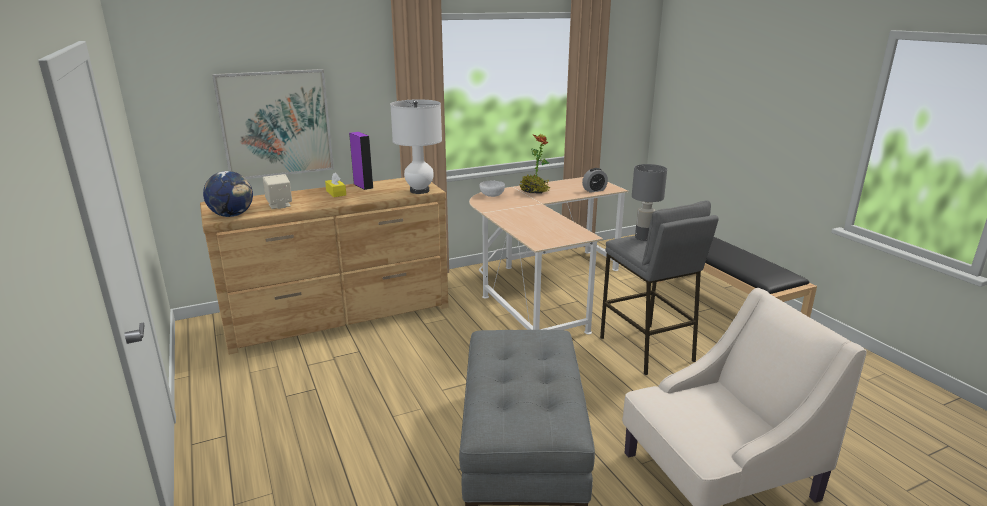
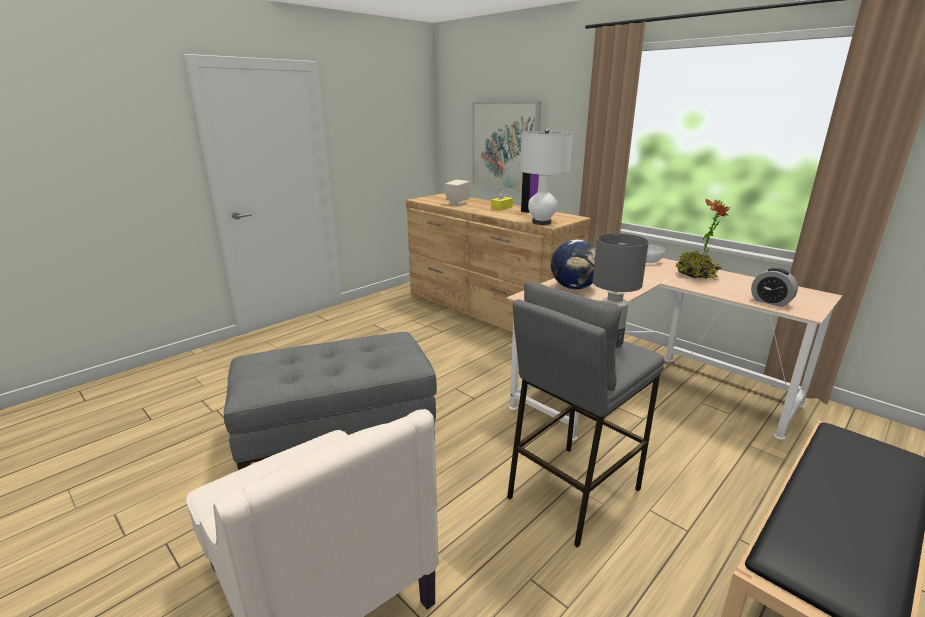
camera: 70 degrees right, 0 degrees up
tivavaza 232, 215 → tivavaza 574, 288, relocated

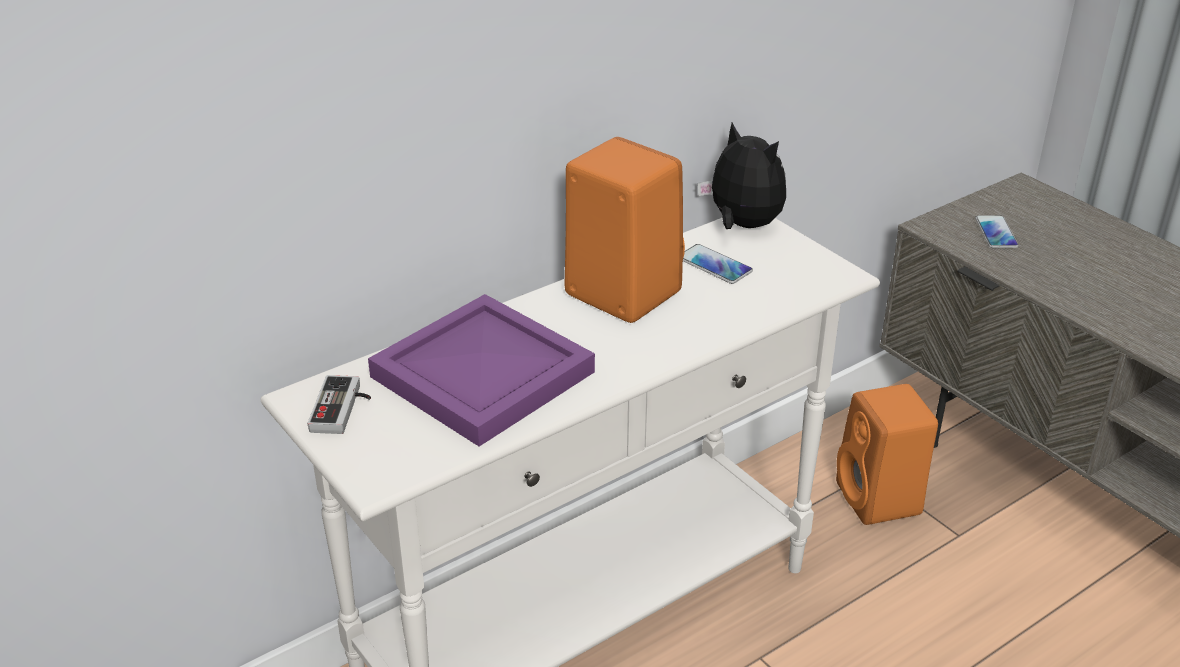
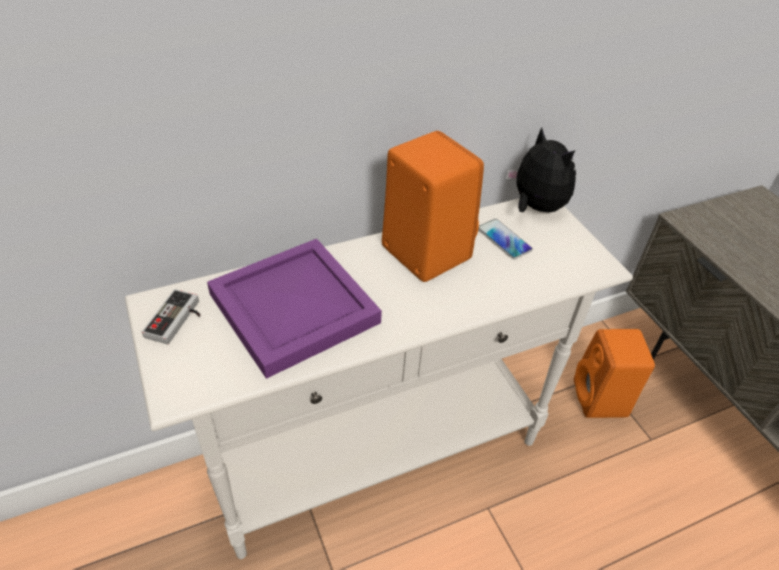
camera: 10 degrees right, 10 degrees up
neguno 996, 233 → -

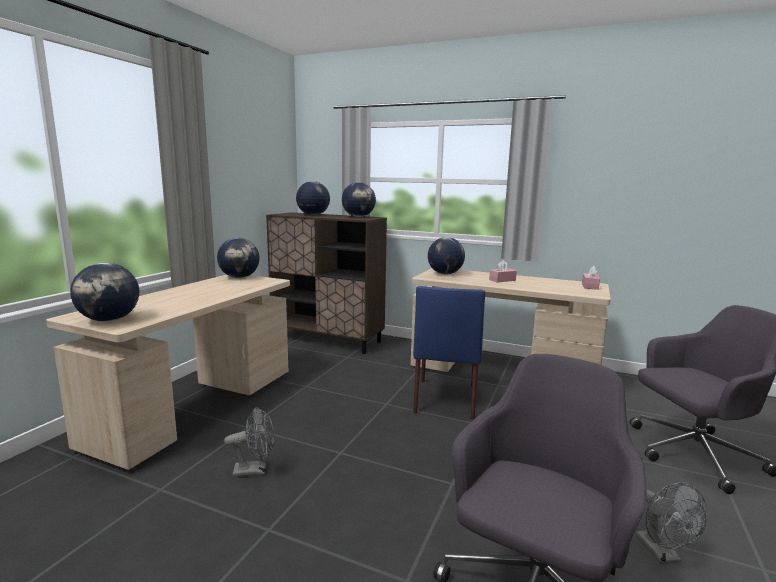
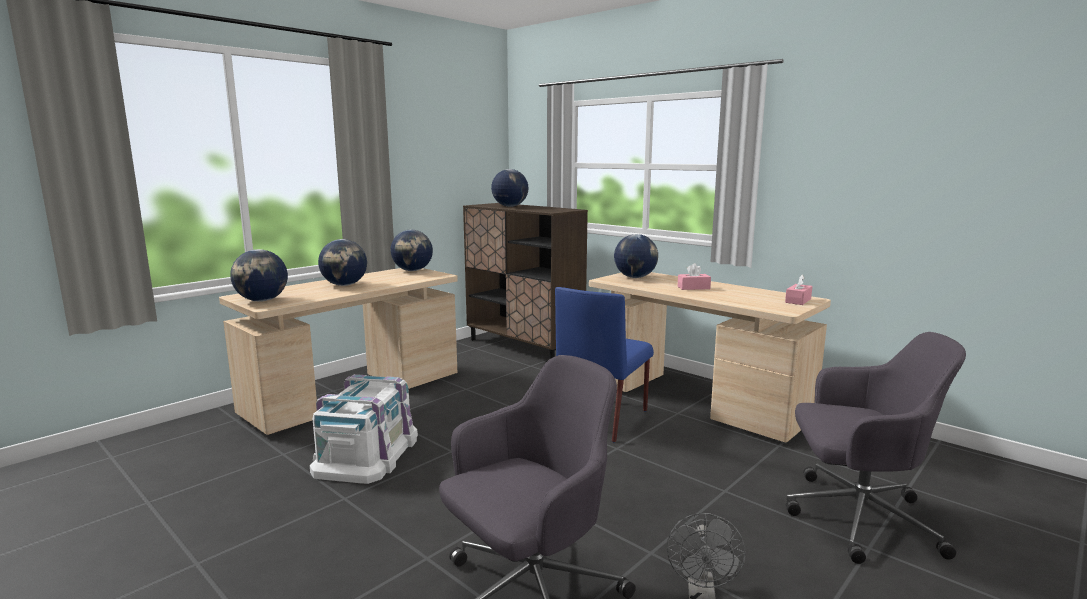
camera: 20 degrees right, 0 degrees up
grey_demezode 255, 470 → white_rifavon 366, 453
tivavaza 358, 217 → tivavaza 345, 285, relocated

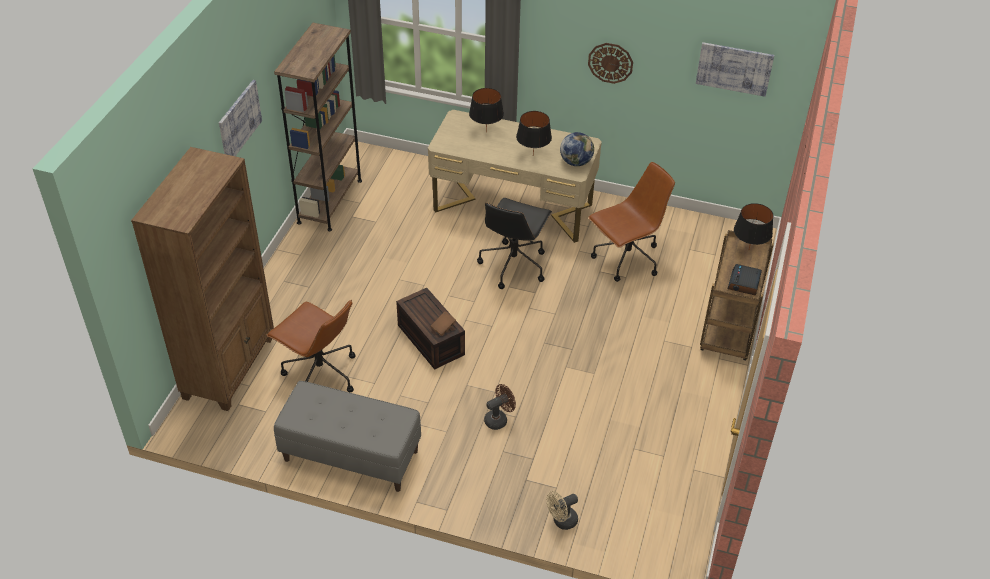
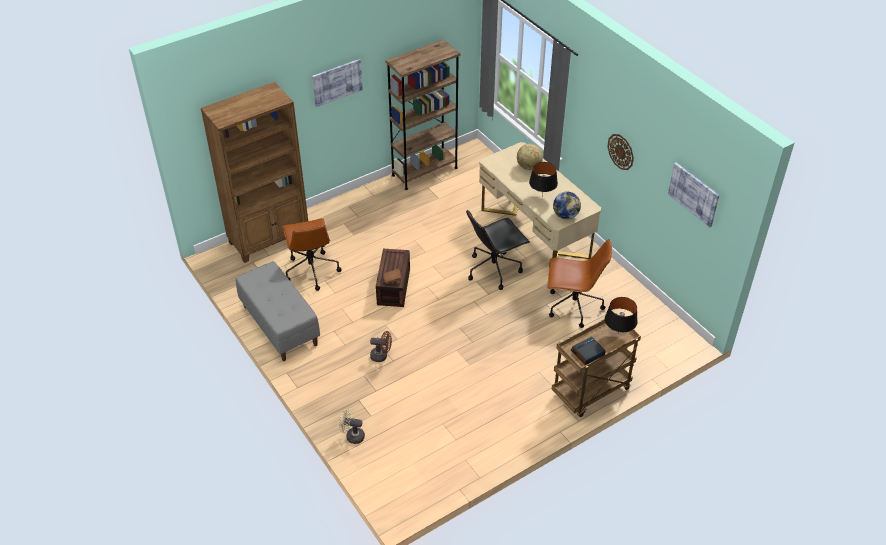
camera: 40 degrees right, 0 degrees up
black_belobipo 486, 132 → tivavaza 529, 167

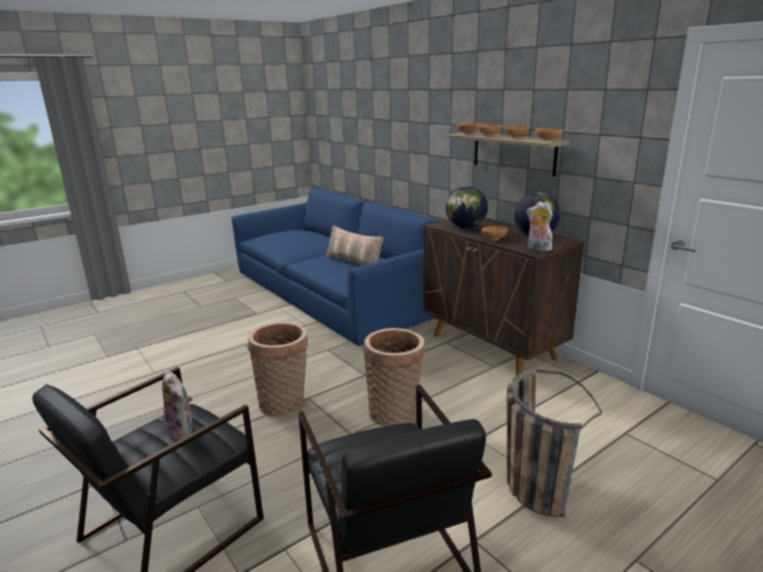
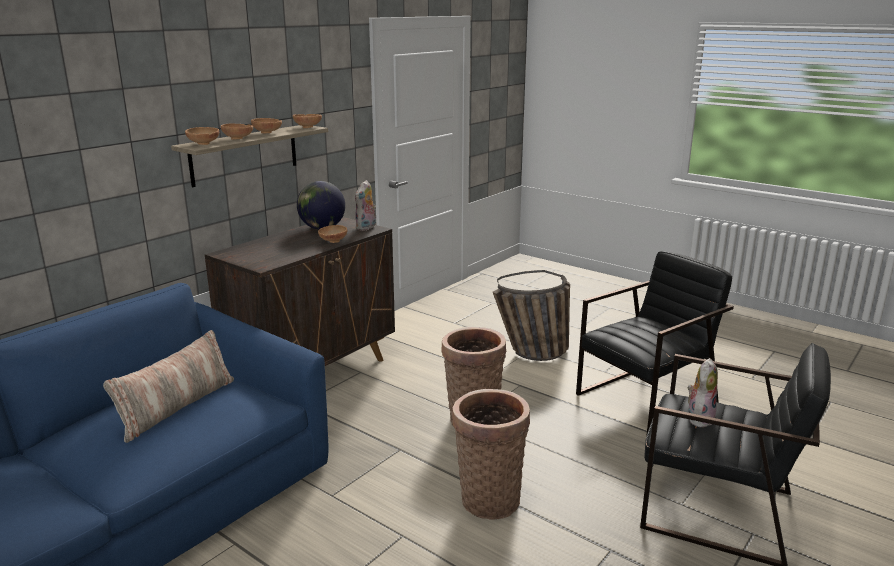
camera: 105 degrees left, 0 degrees up
tivavaza 465, 227 → -

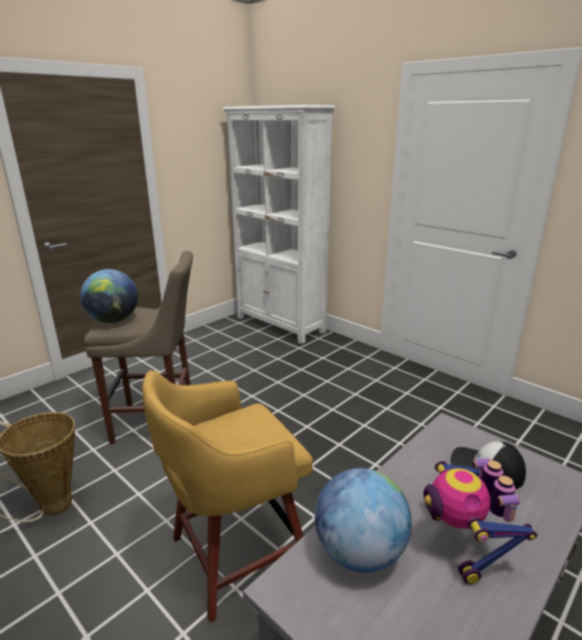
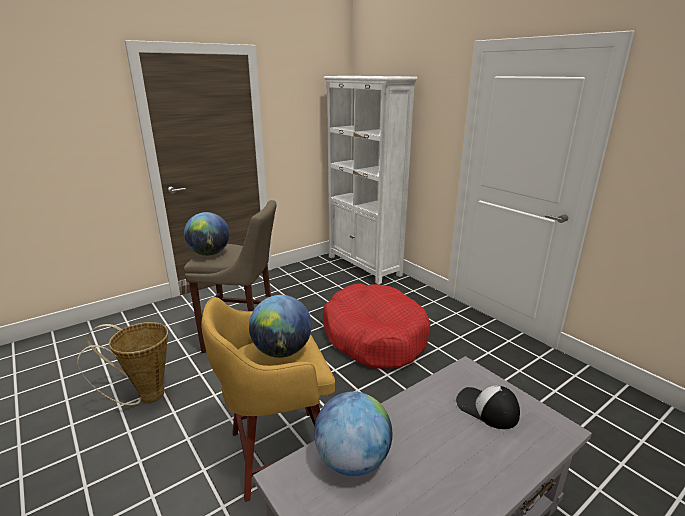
camera: 10 degrees right, 0 degrees up
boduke 463, 544 → -
- → tivavaza 282, 351
- → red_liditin 374, 336

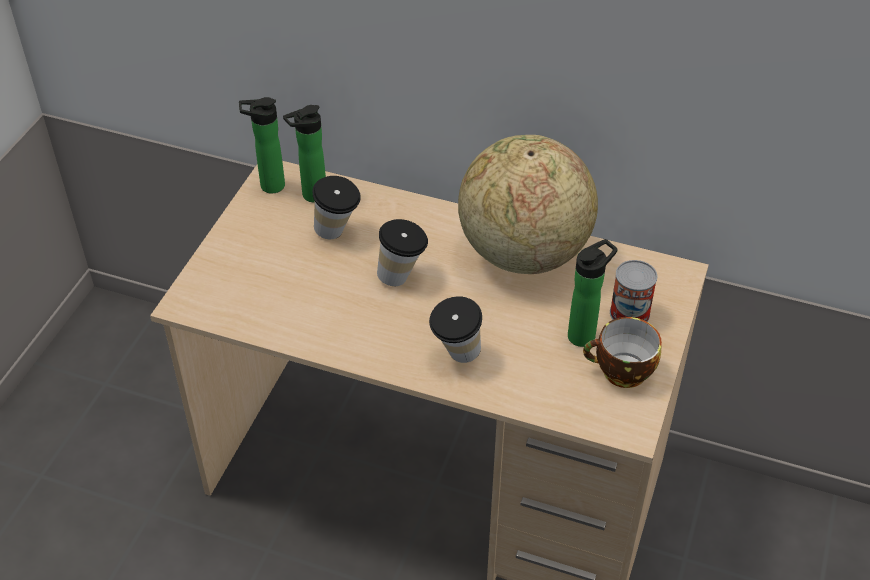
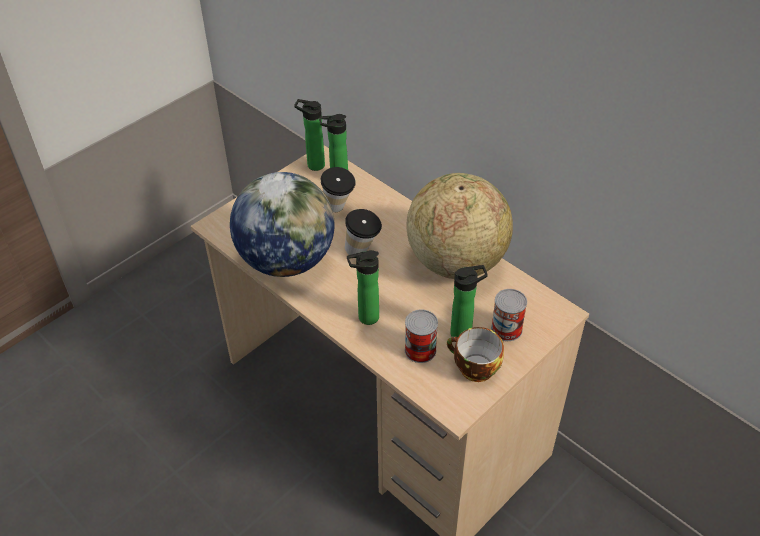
camera: 25 degrees right, 0 degrees up
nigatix 456, 357 → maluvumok 365, 318
- → tivavaza 287, 260
- → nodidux 420, 350

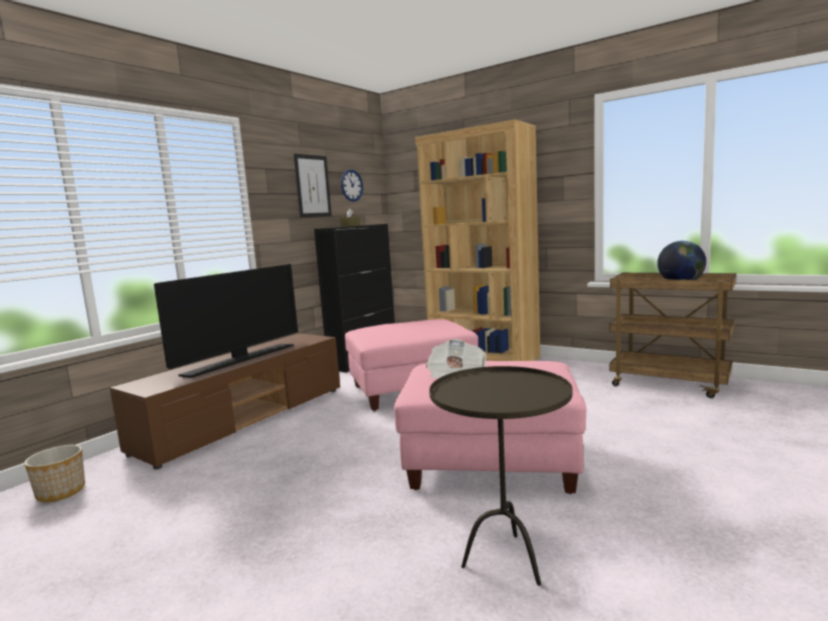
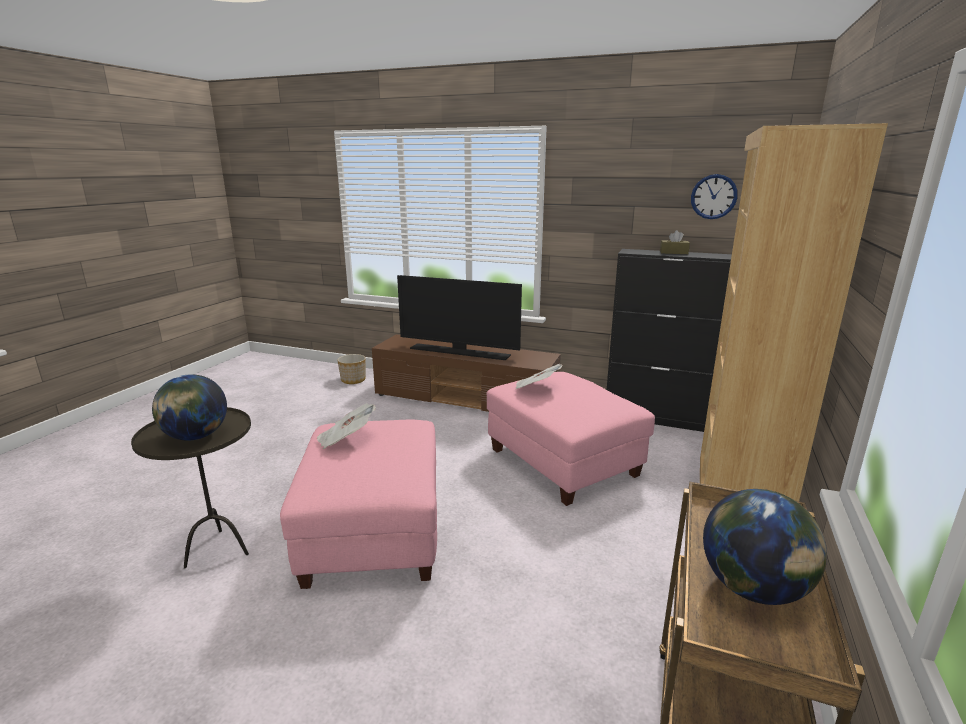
camera: 75 degrees right, 10 degrees up
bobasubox 313, 186 → -
- → tivavaza 196, 436
- → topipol 536, 388

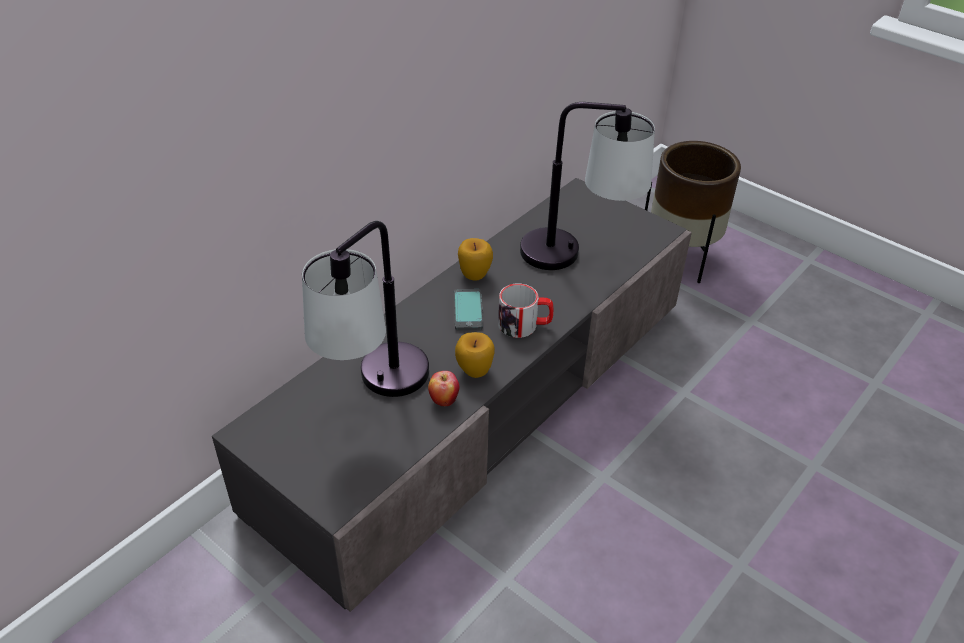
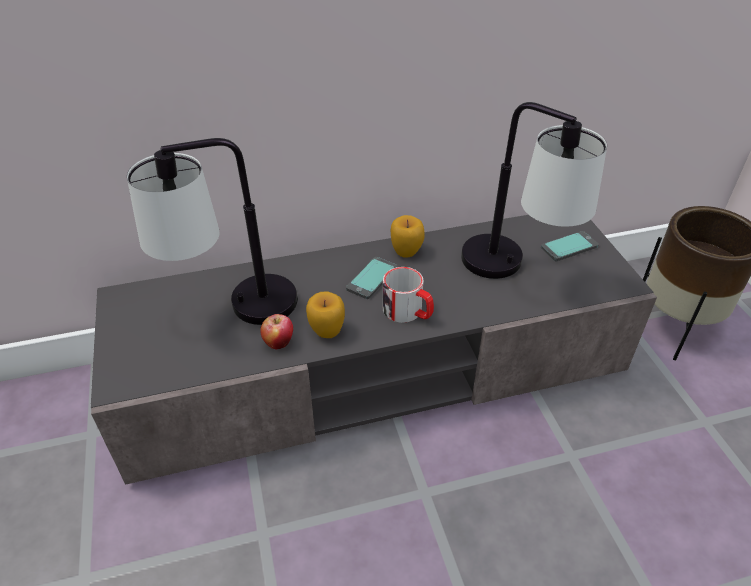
camera: 35 degrees right, 0 degrees up
- → neguno 569, 247

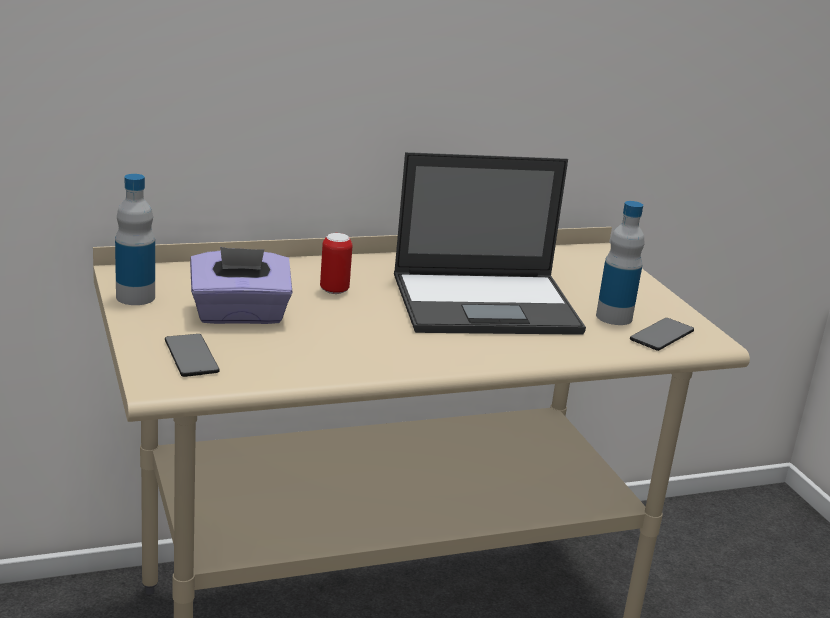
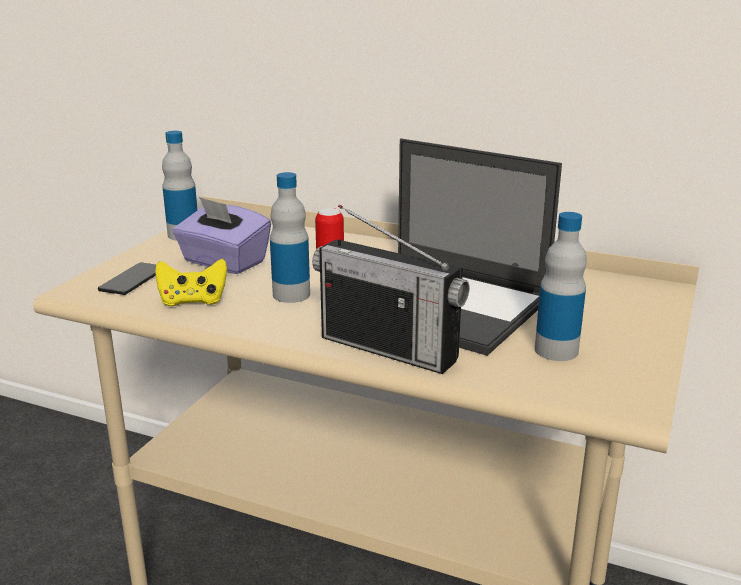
camera: 45 degrees right, 0 degrees up
neguno 662, 336 → -
- → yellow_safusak 193, 301
- → maluvumok 291, 295
- → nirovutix 389, 348

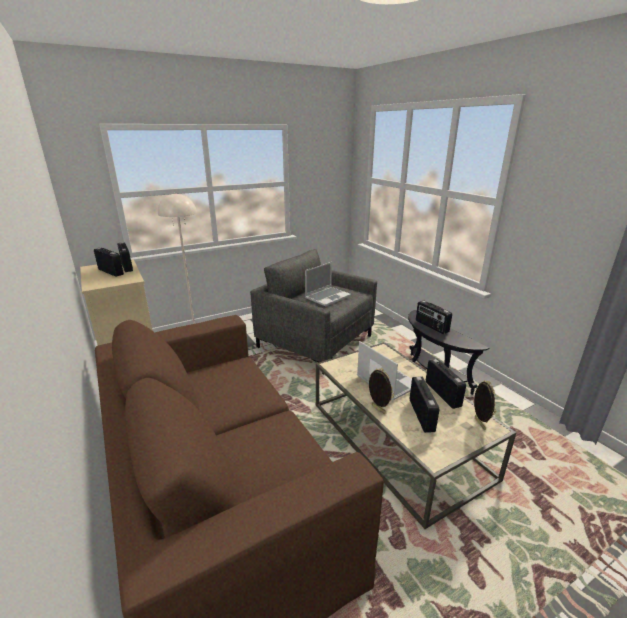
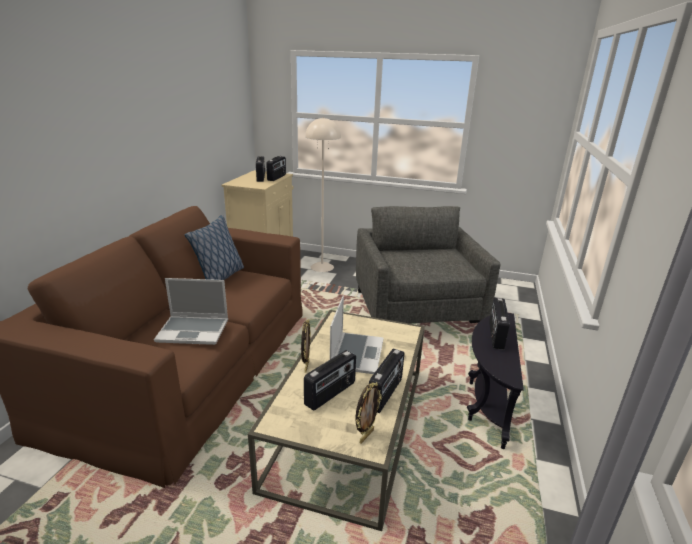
camera: 45 degrees right, 0 degrees up
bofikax 327, 297 → bofikax 194, 331, relocated
- → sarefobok 220, 278

